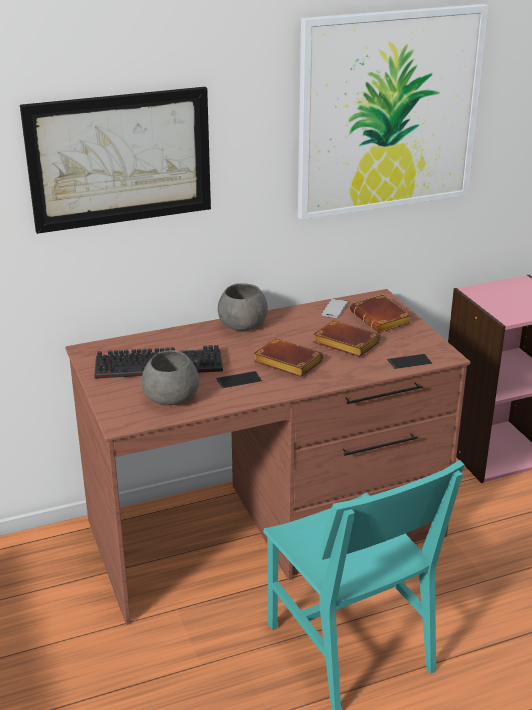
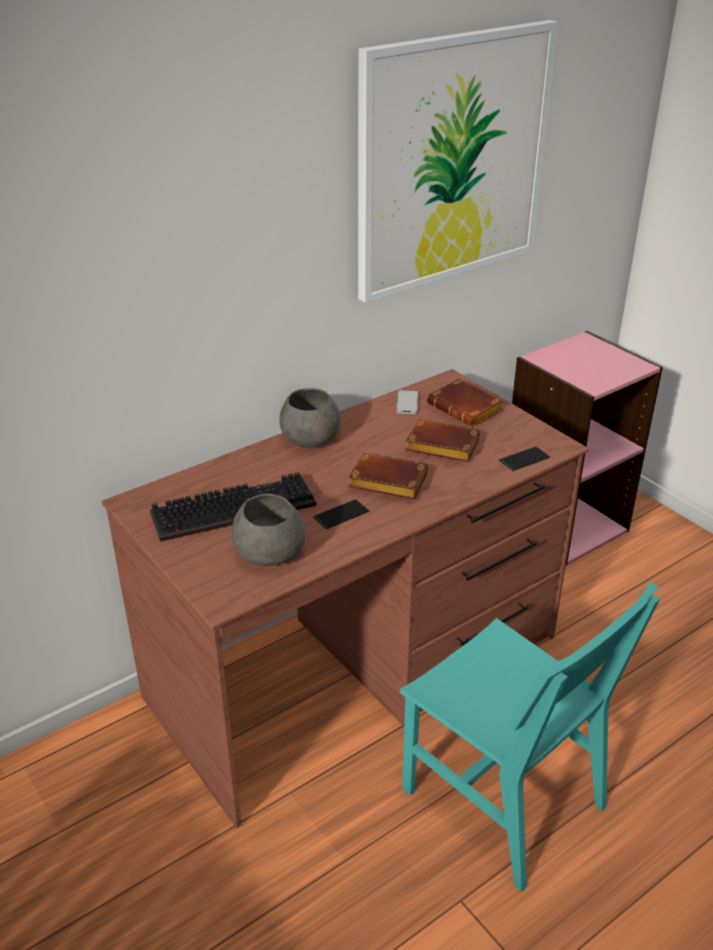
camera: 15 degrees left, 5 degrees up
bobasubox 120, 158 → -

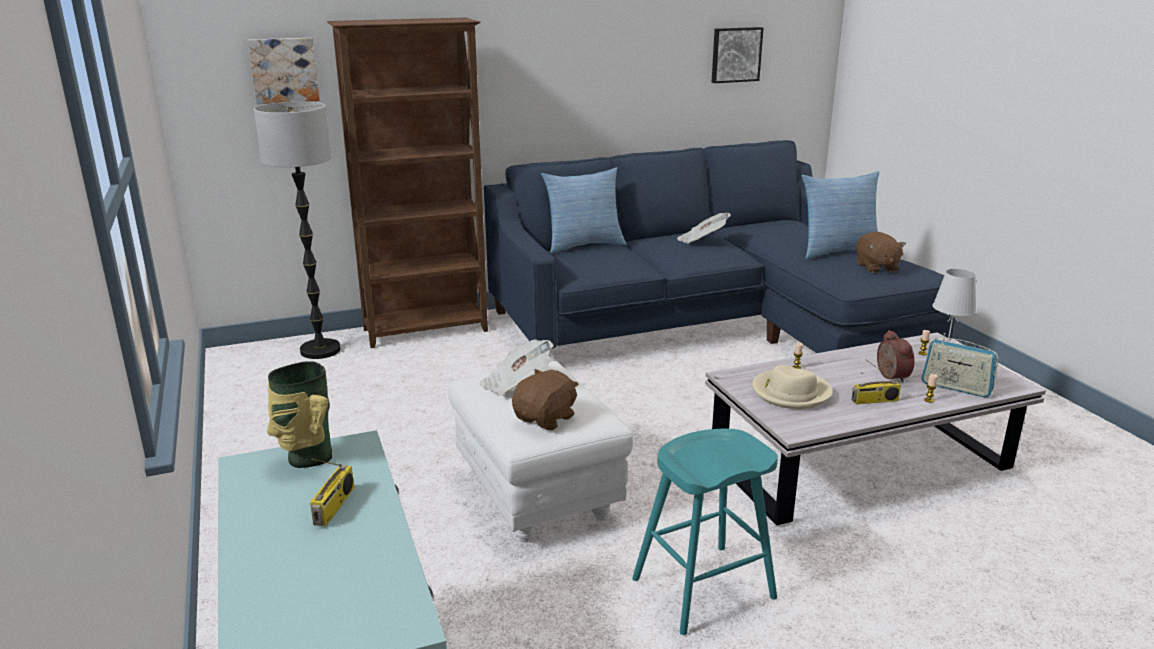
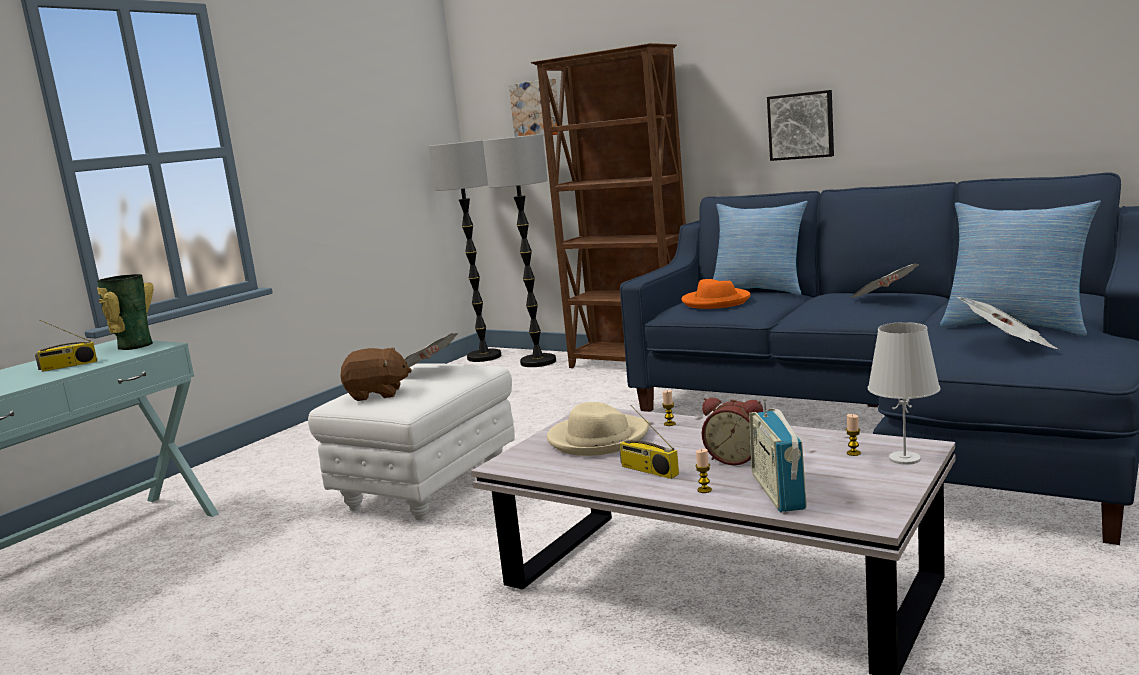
camera: 55 degrees right, 10 degrees down
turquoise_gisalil 703, 588 → -
bobasubox 735, 54 → bobasubox 801, 126, relocated
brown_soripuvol 876, 267 → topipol 1007, 346
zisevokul 890, 376 → zisevokul 736, 459, 75 degrees clockwise
- → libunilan 484, 357
- → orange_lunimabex 716, 302

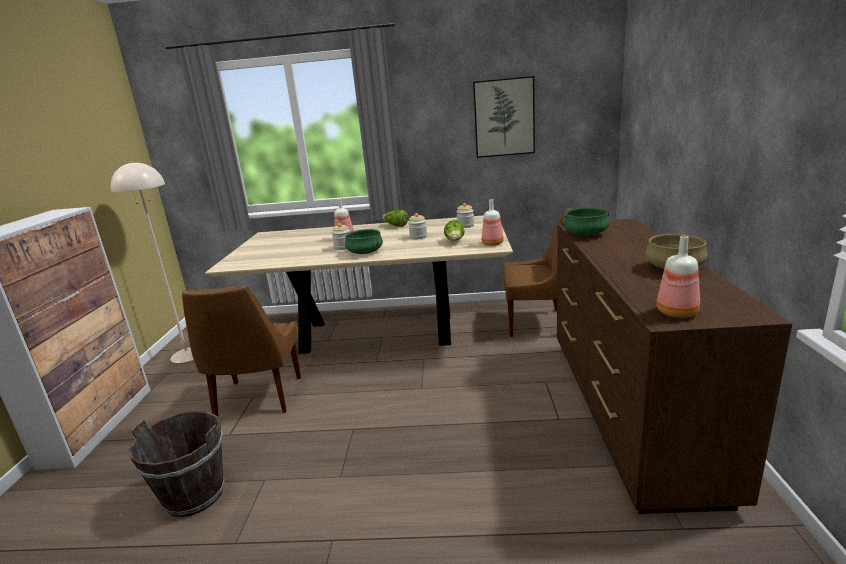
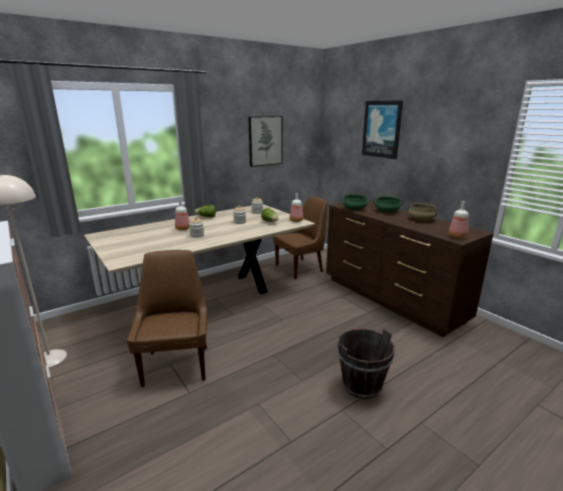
camera: 40 degrees left, 0 degrees up
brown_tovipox 194, 495 → brown_tovipox 362, 385, relocated
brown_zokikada 258, 399 → brown_zokikada 177, 364, 150 degrees counterclockwise
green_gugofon 365, 252 → green_gugofon 387, 211, relocated
- → bobasubox 382, 129

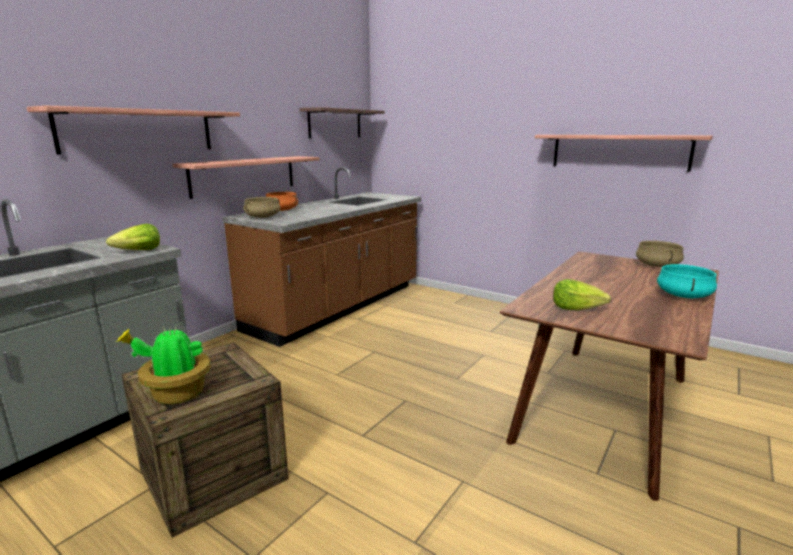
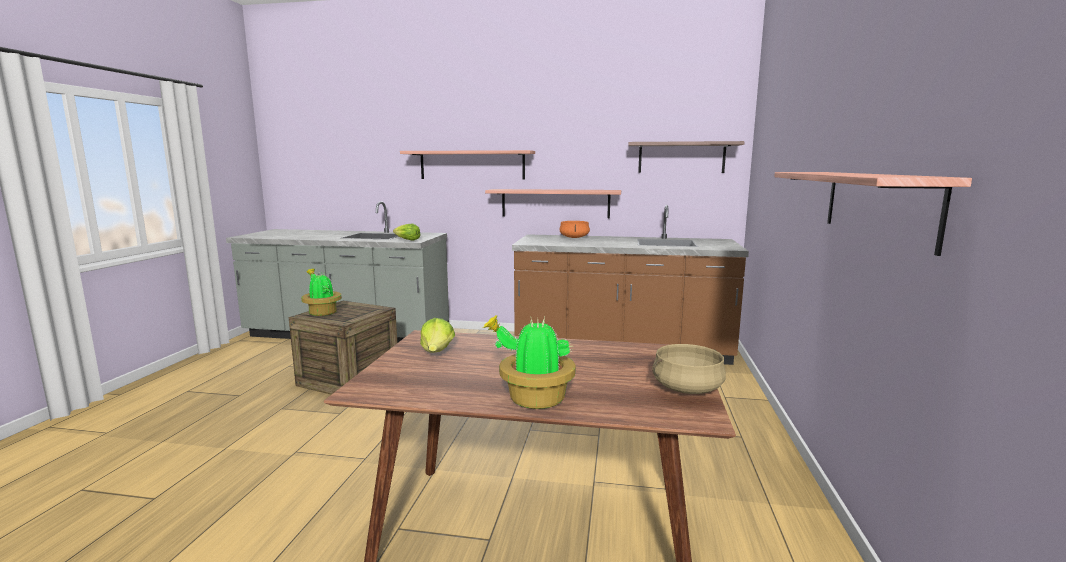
camera: 65 degrees right, 5 degrees down
beige_gugofon 263, 217 → -
turquoise_gugofon 684, 295 → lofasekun 534, 399

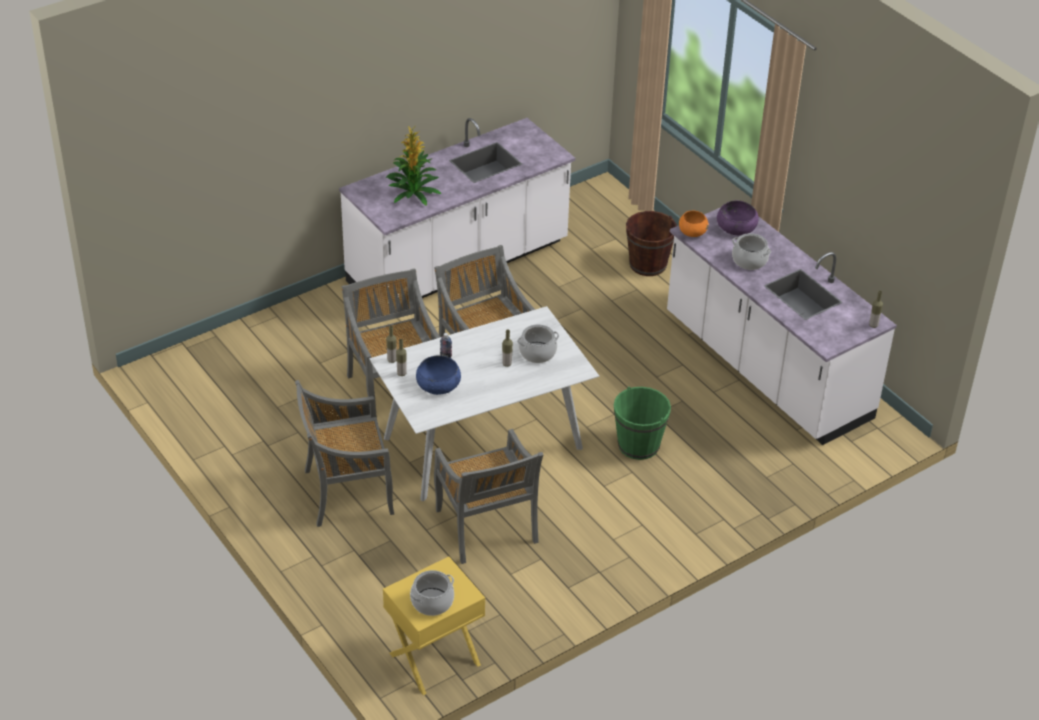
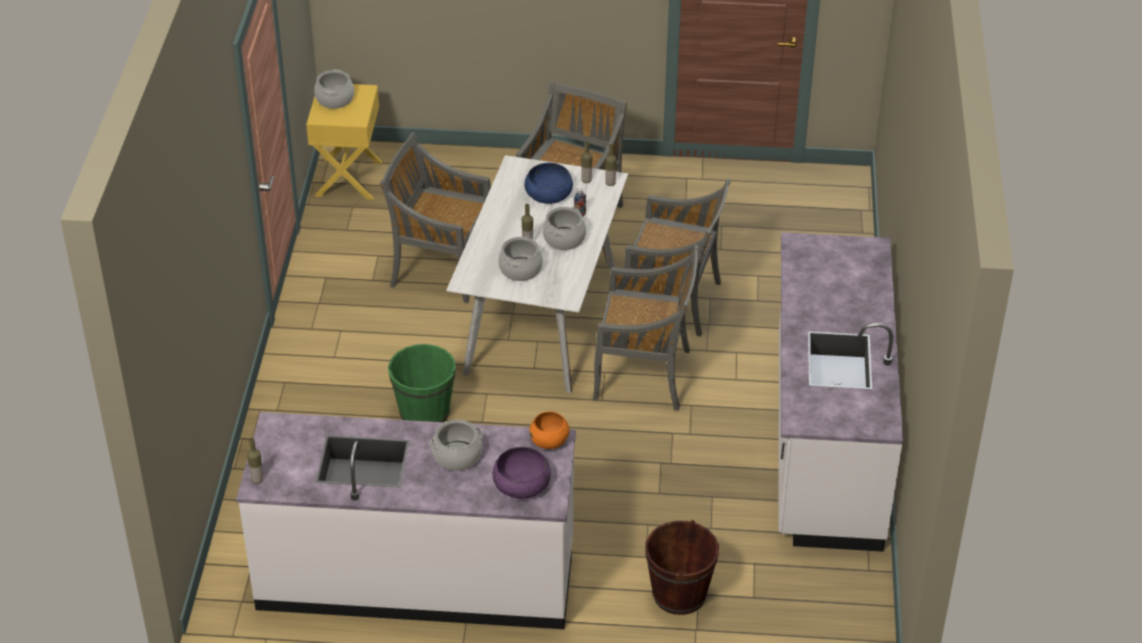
camera: 130 degrees right, 0 degrees up
lofasekun 413, 193 → -
- → gugofon 564, 239

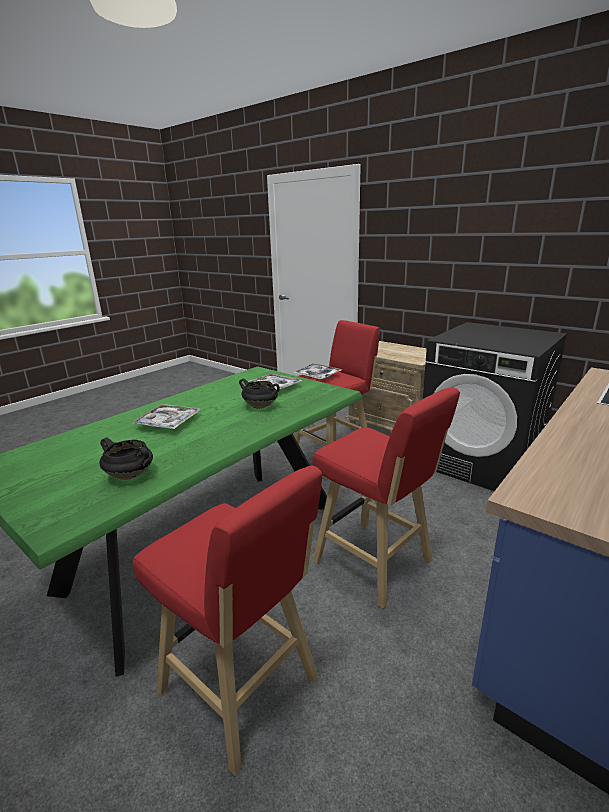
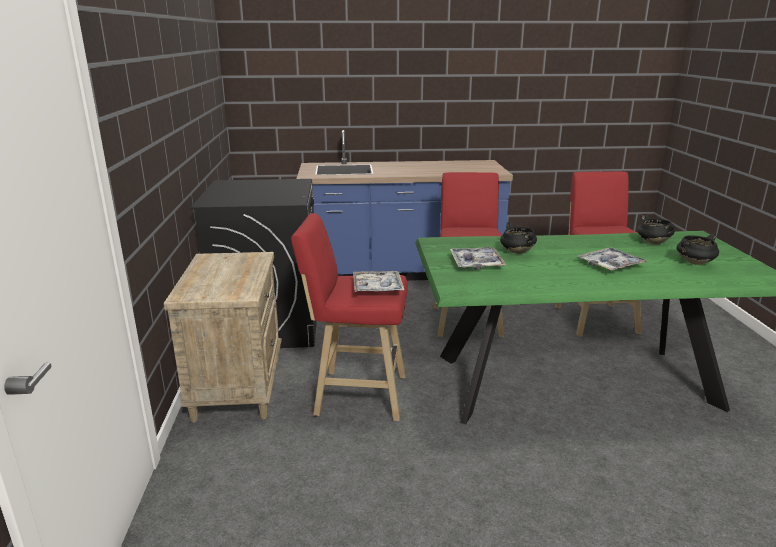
camera: 135 degrees left, 0 degrees up
- → black_gugofon 694, 263

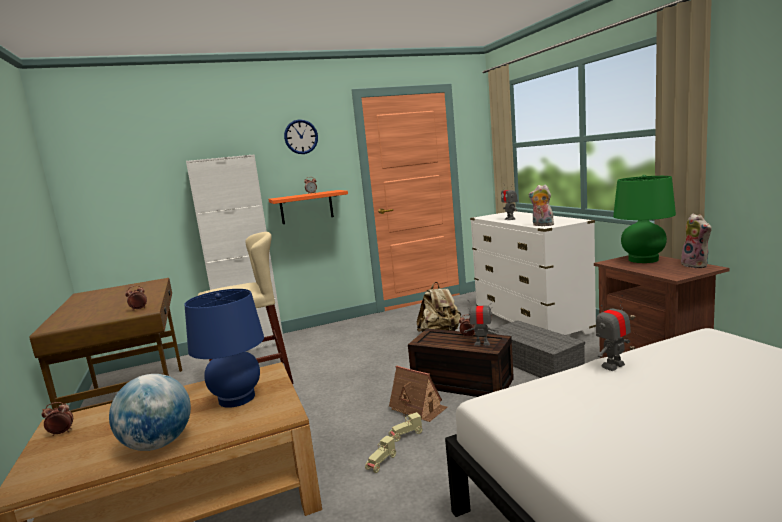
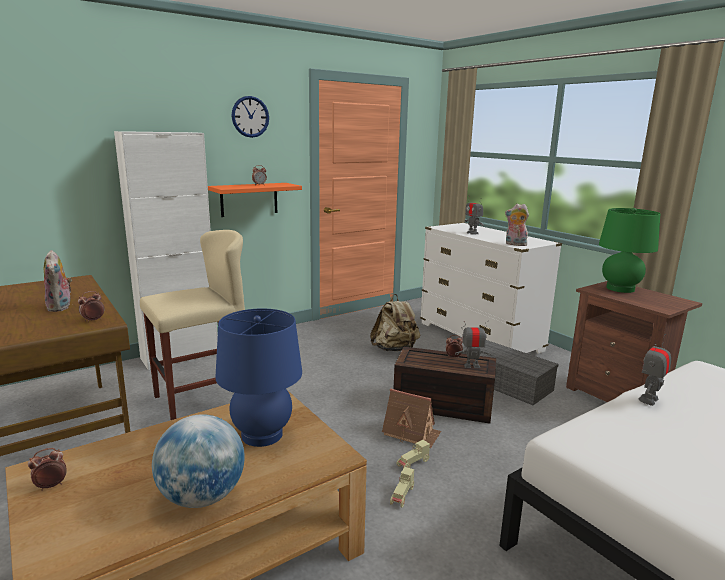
camera: 15 degrees left, 5 degrees up
soripuvol 696, 265 → soripuvol 61, 307, relocated

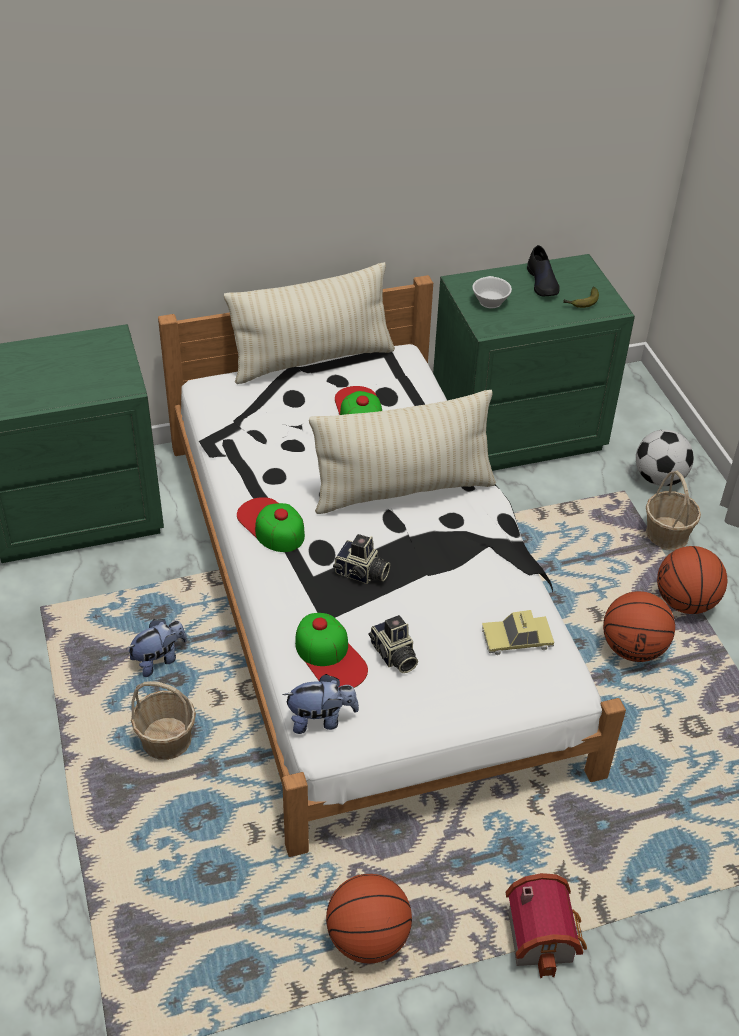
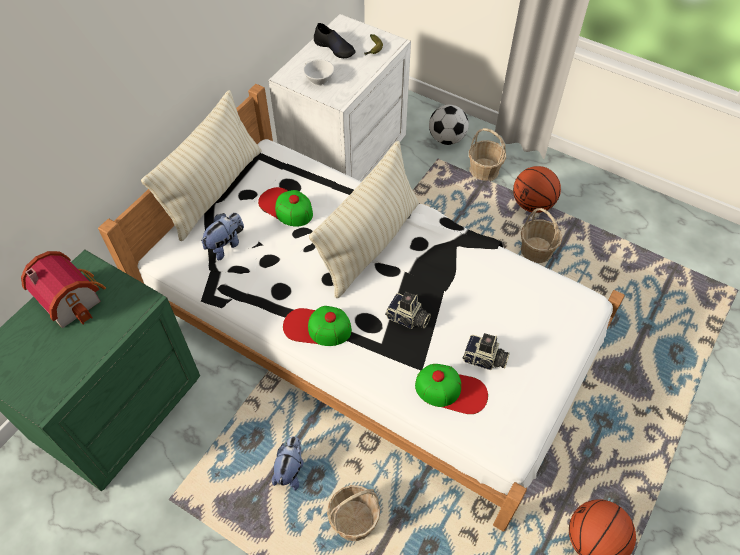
camera: 40 degrees left, 10 degrees up
soripuvol 321, 719 → soripuvol 226, 245, relocated
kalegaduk 361, 573 → kalegaduk 407, 319, 45 degrees clockwise
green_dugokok 516, 430 → white_dugokok 343, 158
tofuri 517, 639 → -
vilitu 544, 935 → vilitu 72, 298, relocated
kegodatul 633, 648 → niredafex 536, 251

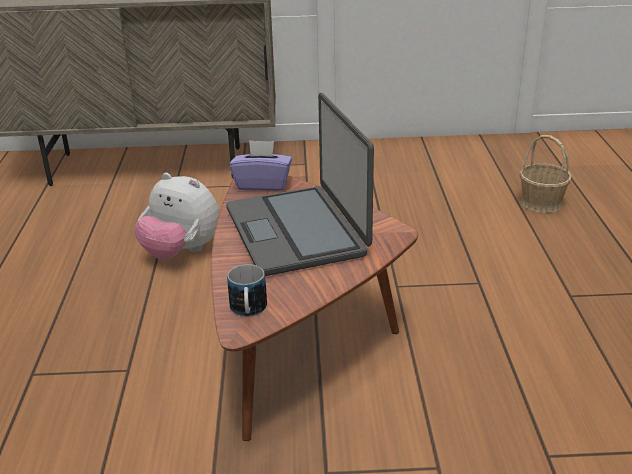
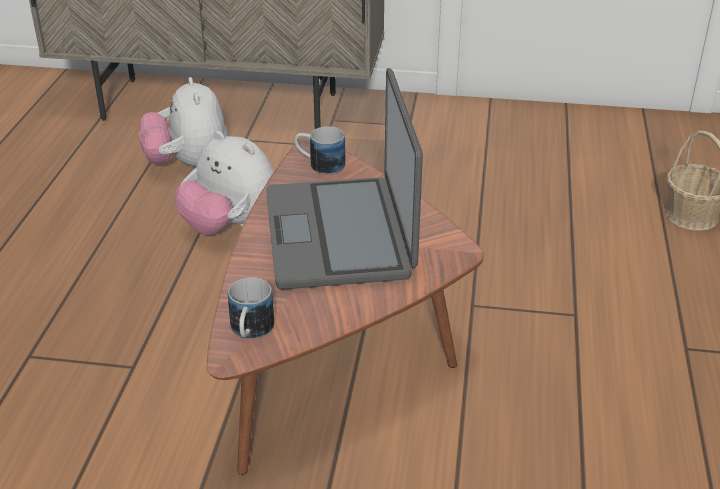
camera: 10 degrees right, 5 degrees up
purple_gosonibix 263, 184 → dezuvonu 320, 165
- → soripuvol 189, 165

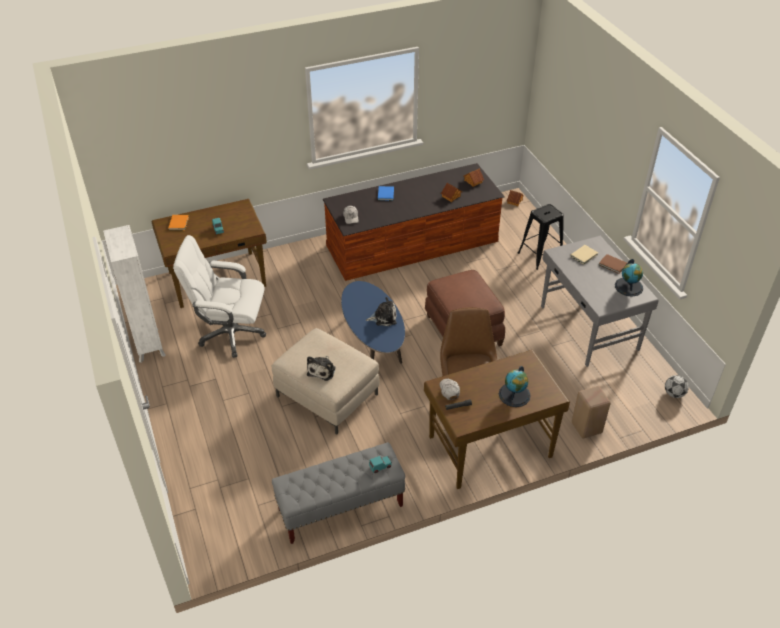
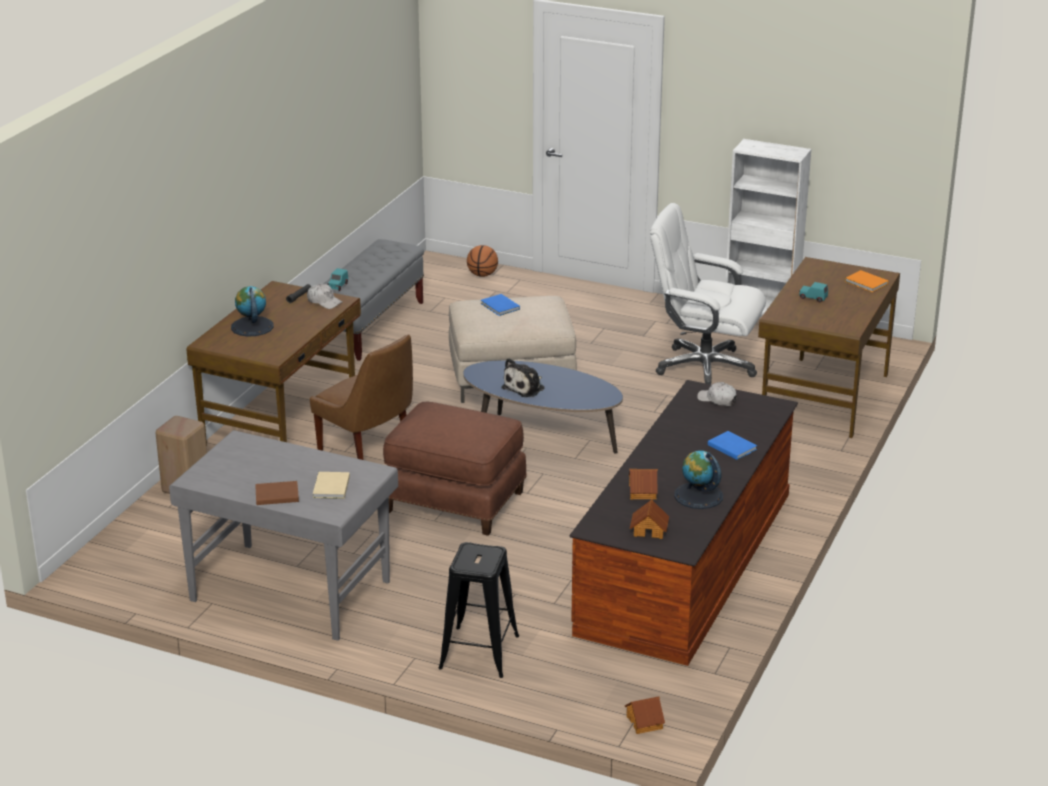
camera: 135 degrees right, 15 degrees down
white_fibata 230, 333 → white_fibata 704, 367, 120 degrees counterclockwise
soripuvol 322, 370 → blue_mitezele 500, 307
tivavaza 629, 287 → tivavaza 698, 496, relocated
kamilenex 674, 394 → -
- → kegodatul 482, 275

